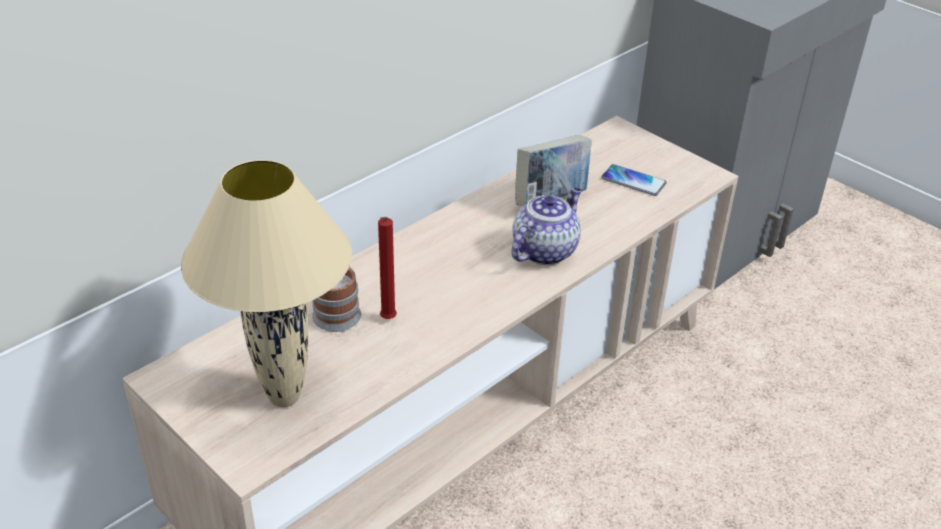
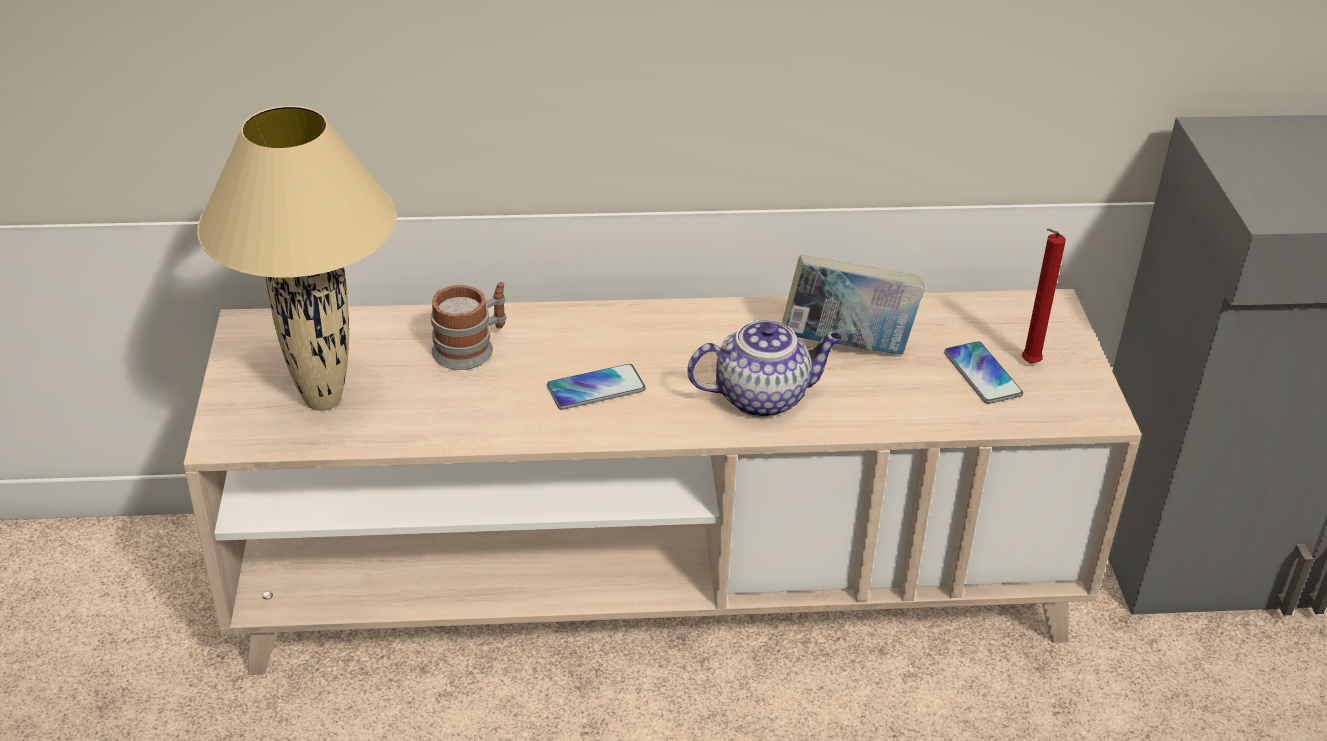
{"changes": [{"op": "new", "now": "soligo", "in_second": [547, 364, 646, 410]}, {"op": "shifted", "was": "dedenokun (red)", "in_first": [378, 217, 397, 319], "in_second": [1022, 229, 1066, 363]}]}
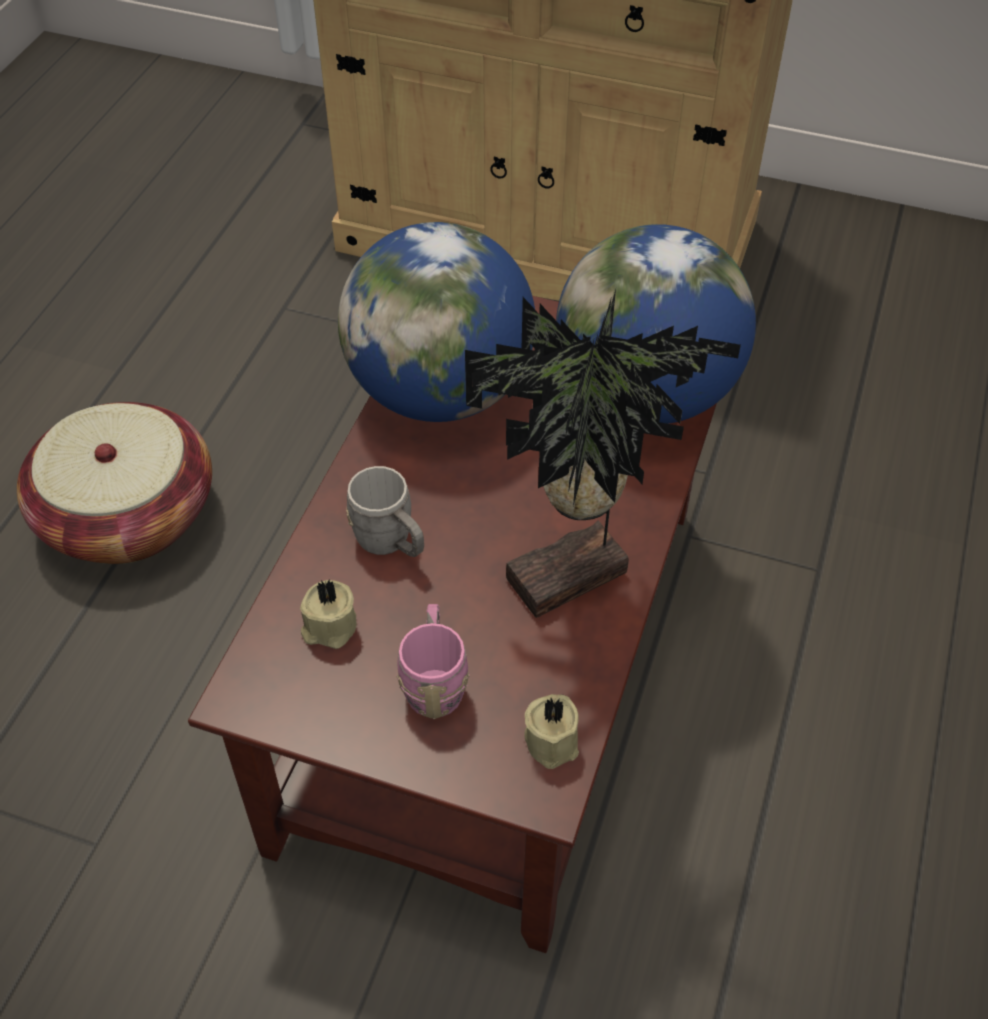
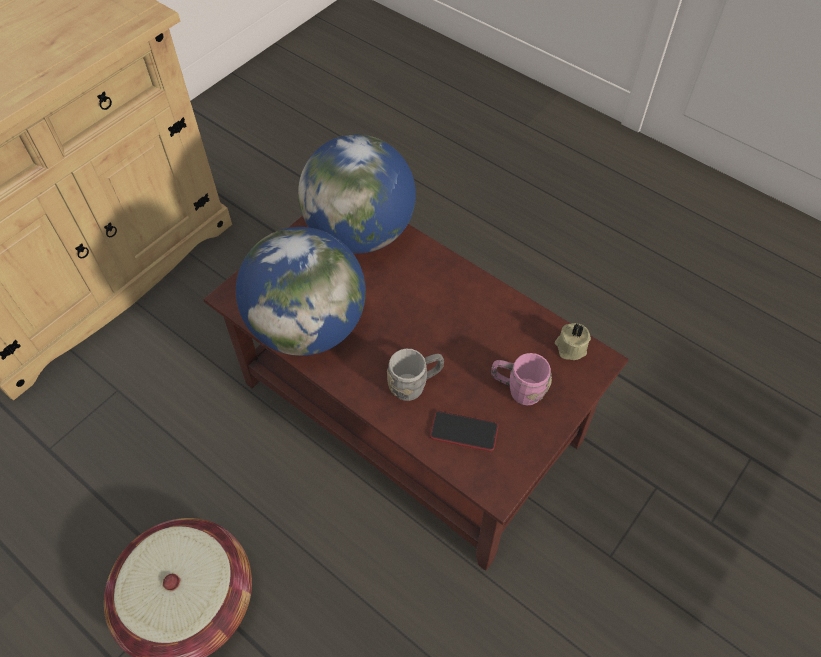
{"changes": [{"op": "swapped", "was": "dedenokun (beige)", "now": "soligo", "in_first": [300, 579, 357, 649], "in_second": [430, 411, 499, 451]}, {"op": "gone", "was": "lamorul", "in_first": [465, 289, 741, 618]}]}
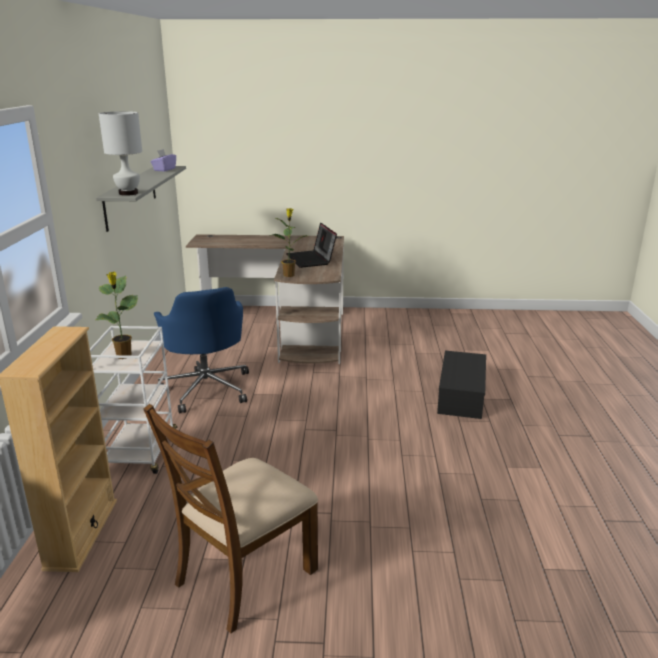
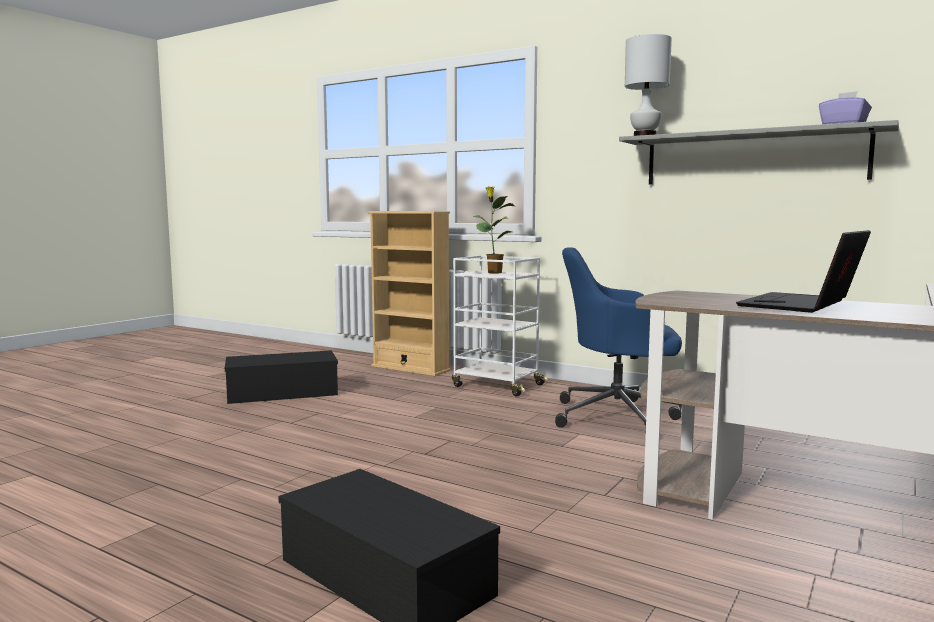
{"changes": [{"op": "swapped", "was": "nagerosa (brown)", "now": "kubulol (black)", "in_first": [143, 404, 318, 633], "in_second": [225, 350, 338, 404]}, {"op": "rotated", "was": "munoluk", "in_first": [286, 222, 337, 268], "in_second": [736, 230, 871, 313], "clockwise": -60}, {"op": "gone", "was": "lamorul", "in_first": [269, 208, 307, 277]}]}
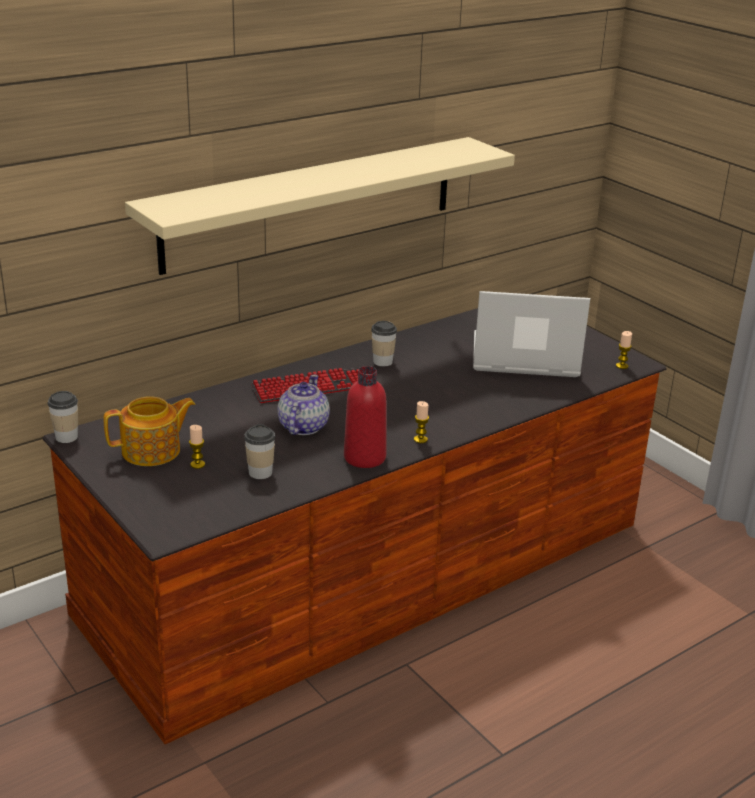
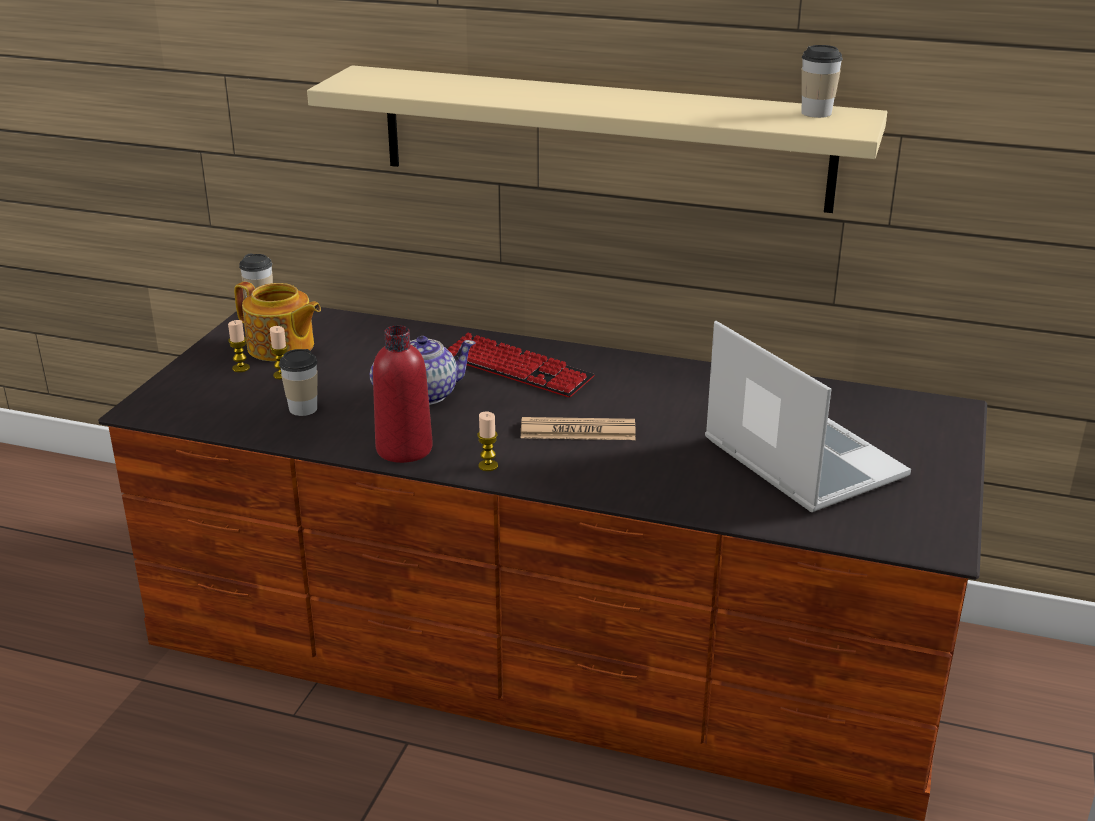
{"changes": [{"op": "shifted", "was": "dedenokun", "in_first": [616, 331, 632, 369], "in_second": [228, 320, 250, 372]}, {"op": "new", "now": "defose", "in_second": [521, 417, 636, 440]}, {"op": "shifted", "was": "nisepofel", "in_first": [371, 321, 397, 366], "in_second": [801, 45, 843, 118]}]}
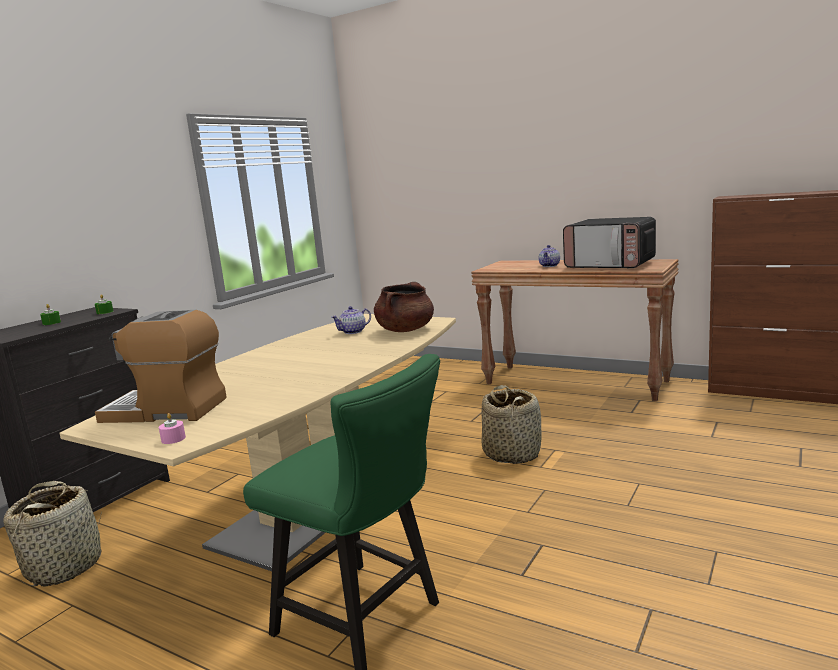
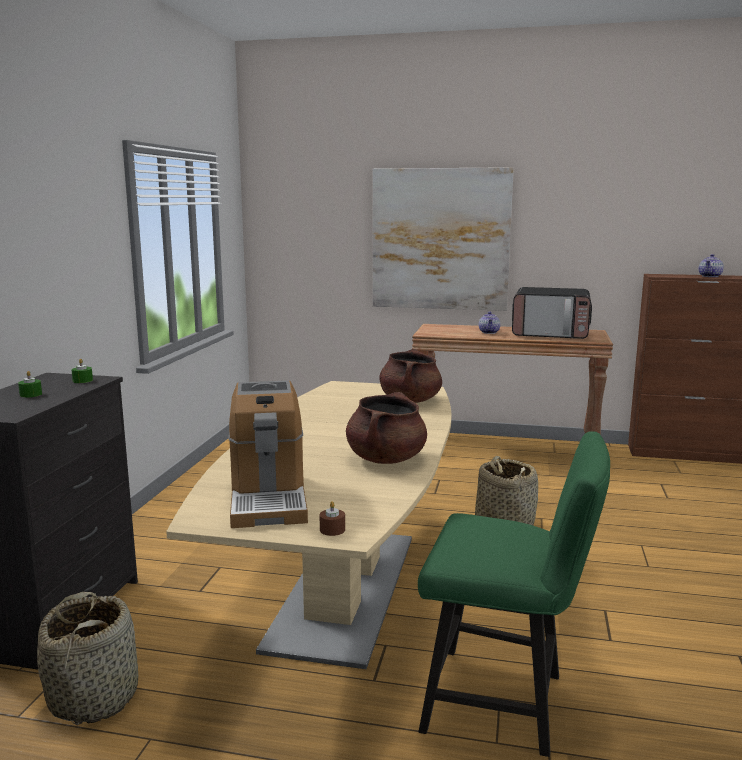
{"changes": [{"op": "rotated", "was": "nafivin", "in_first": [95, 310, 227, 423], "in_second": [228, 380, 308, 528], "clockwise": -90}, {"op": "repainted", "was": "dedenokun (pink)", "now": "dedenokun (brown)", "in_first": [159, 413, 186, 444], "in_second": [320, 501, 345, 536]}, {"op": "new", "now": "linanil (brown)", "in_second": [346, 392, 427, 464]}, {"op": "new", "now": "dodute", "in_second": [373, 167, 514, 311]}, {"op": "shifted", "was": "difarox", "in_first": [331, 306, 371, 334], "in_second": [699, 254, 724, 277]}]}
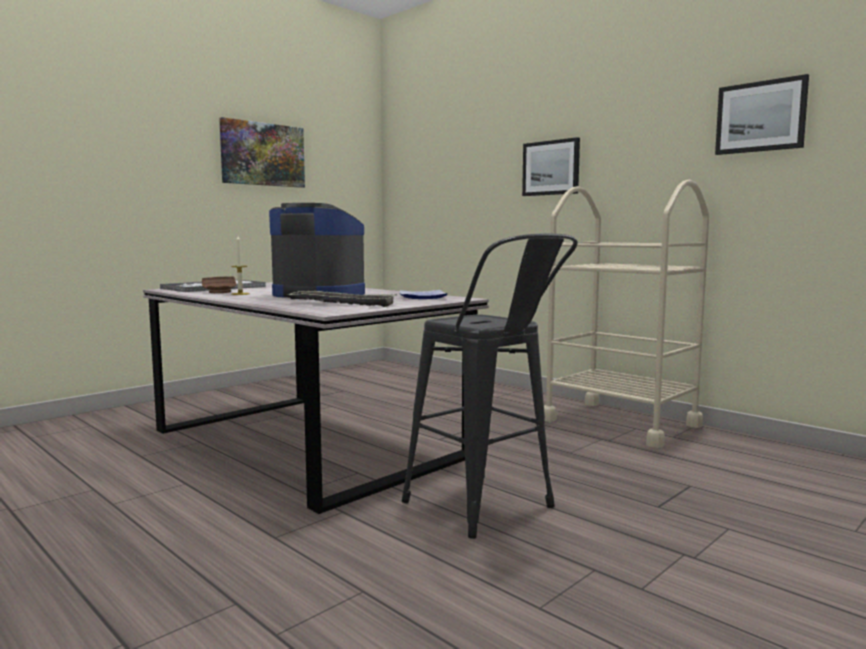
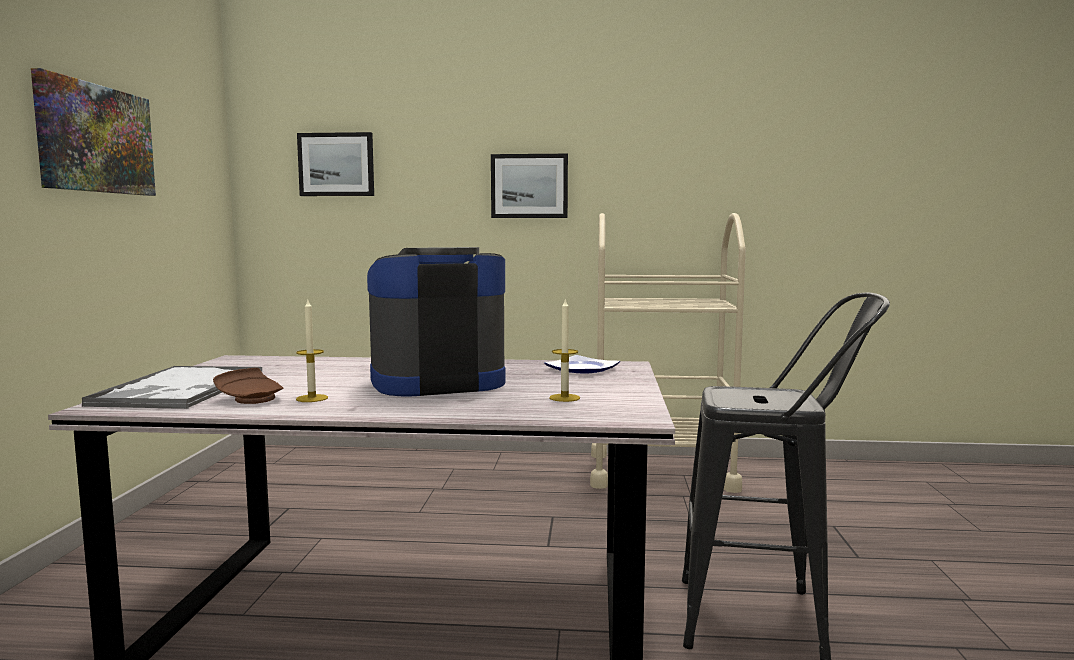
{"changes": [{"op": "shifted", "was": "dodute", "in_first": [715, 74, 809, 155], "in_second": [297, 132, 374, 196]}, {"op": "swapped", "was": "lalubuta", "now": "dedenokun", "in_first": [287, 291, 397, 307], "in_second": [549, 298, 580, 402]}]}
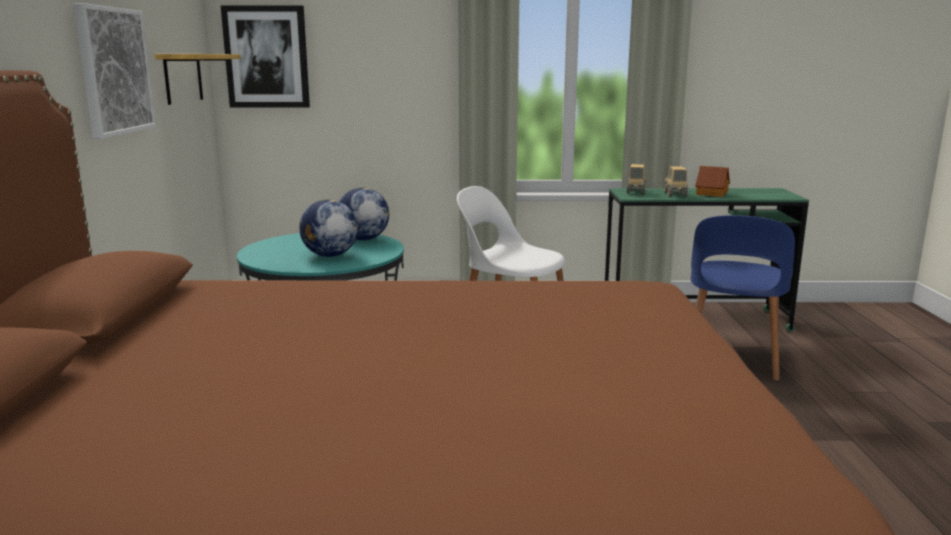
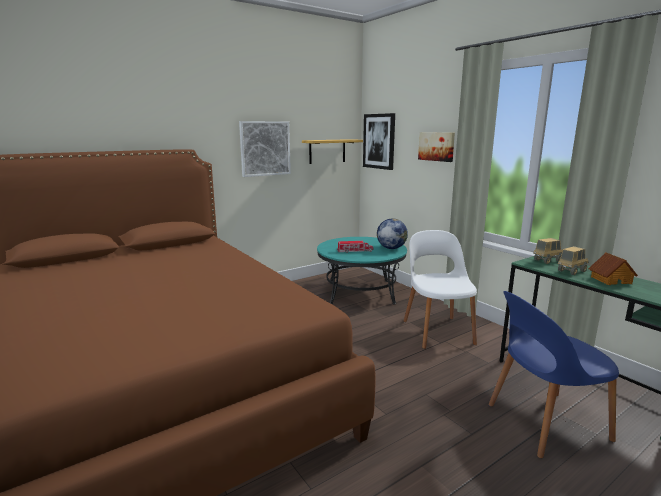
{"changes": [{"op": "swapped", "was": "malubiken", "now": "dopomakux", "in_first": [299, 199, 358, 257], "in_second": [337, 241, 373, 253]}, {"op": "new", "now": "dodute", "in_second": [418, 132, 455, 162]}]}
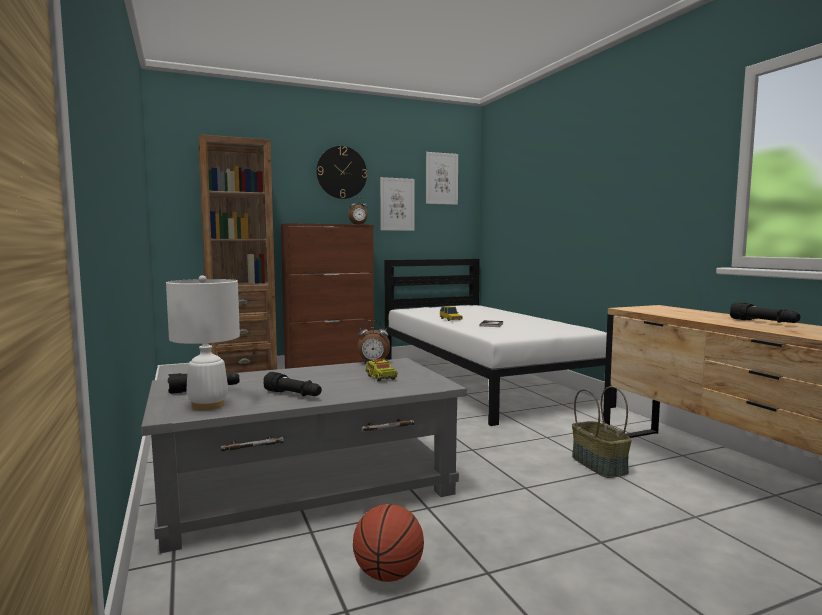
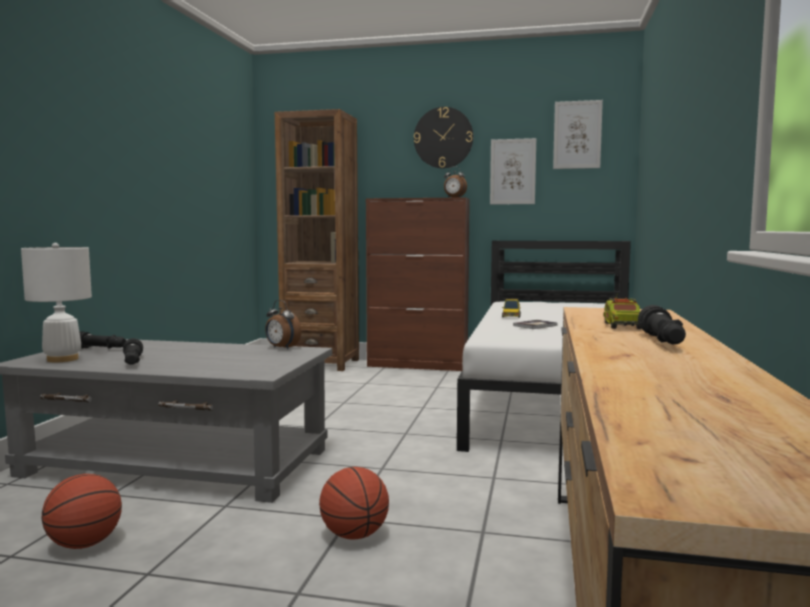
{"changes": [{"op": "new", "now": "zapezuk", "in_second": [319, 467, 389, 540]}, {"op": "shifted", "was": "dopomakux", "in_first": [366, 358, 398, 382], "in_second": [603, 298, 641, 329]}, {"op": "gone", "was": "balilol", "in_first": [572, 386, 632, 478]}]}
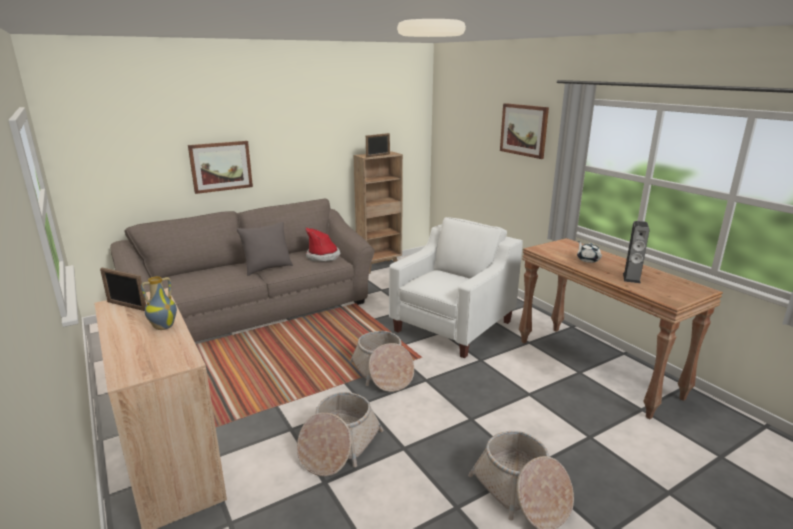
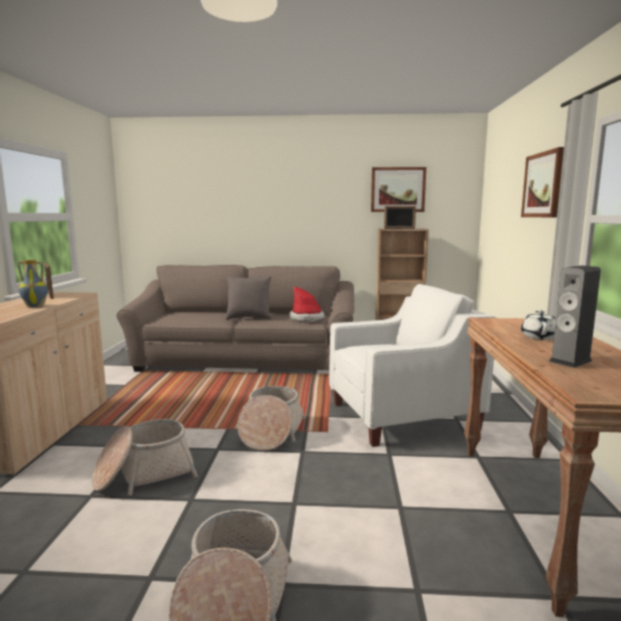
{"changes": [{"op": "shifted", "was": "dodute", "in_first": [188, 141, 253, 194], "in_second": [371, 167, 426, 212]}]}
